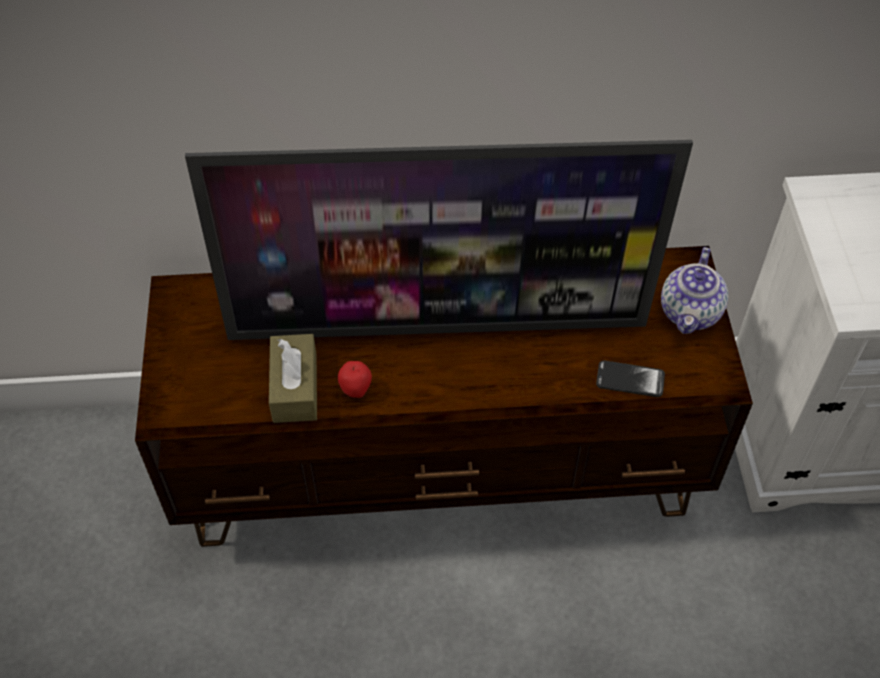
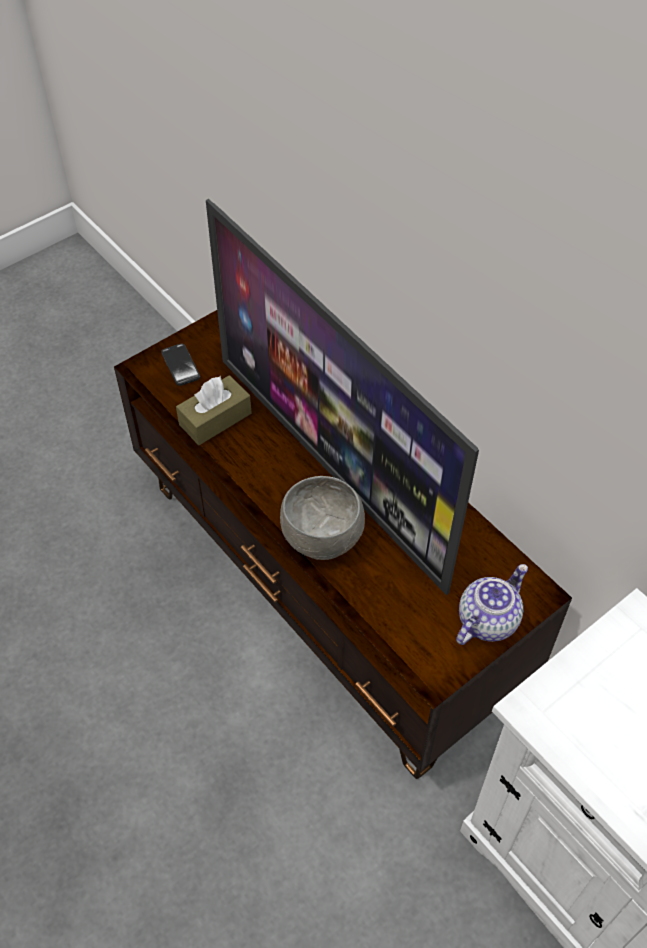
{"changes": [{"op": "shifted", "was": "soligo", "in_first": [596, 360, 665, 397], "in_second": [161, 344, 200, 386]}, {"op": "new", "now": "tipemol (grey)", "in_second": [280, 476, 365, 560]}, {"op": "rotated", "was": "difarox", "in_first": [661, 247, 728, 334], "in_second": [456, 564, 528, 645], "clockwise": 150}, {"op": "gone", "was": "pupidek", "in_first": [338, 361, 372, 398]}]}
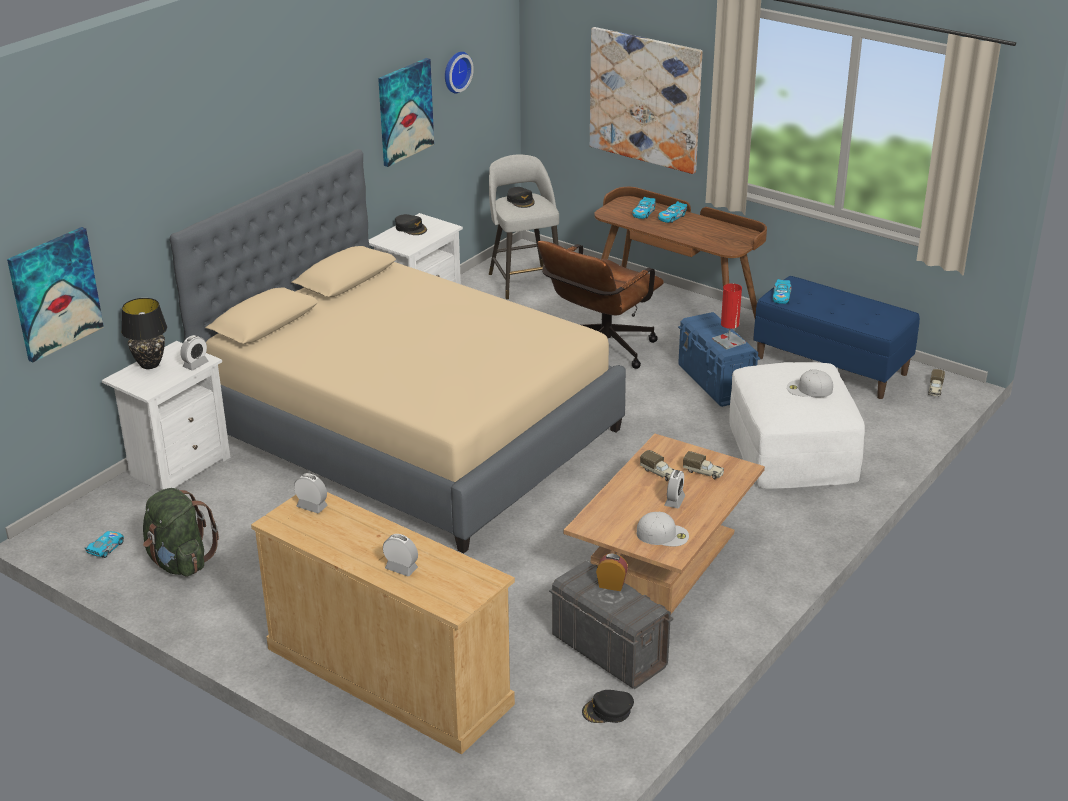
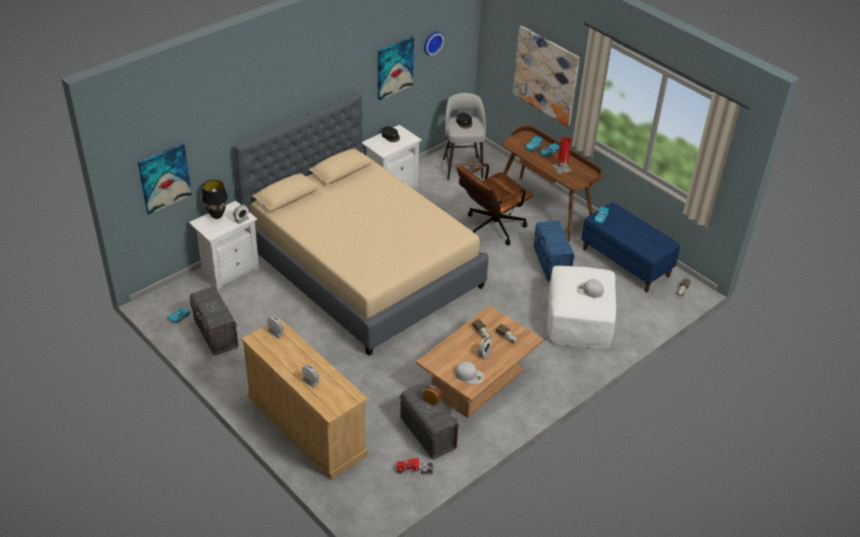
{"changes": [{"op": "swapped", "was": "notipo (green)", "now": "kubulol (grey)", "in_first": [143, 488, 219, 576], "in_second": [189, 287, 238, 355]}, {"op": "swapped", "was": "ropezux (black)", "now": "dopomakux", "in_first": [582, 690, 634, 723], "in_second": [396, 457, 434, 474]}, {"op": "shifted", "was": "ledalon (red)", "in_first": [712, 283, 746, 350], "in_second": [553, 137, 571, 174]}]}
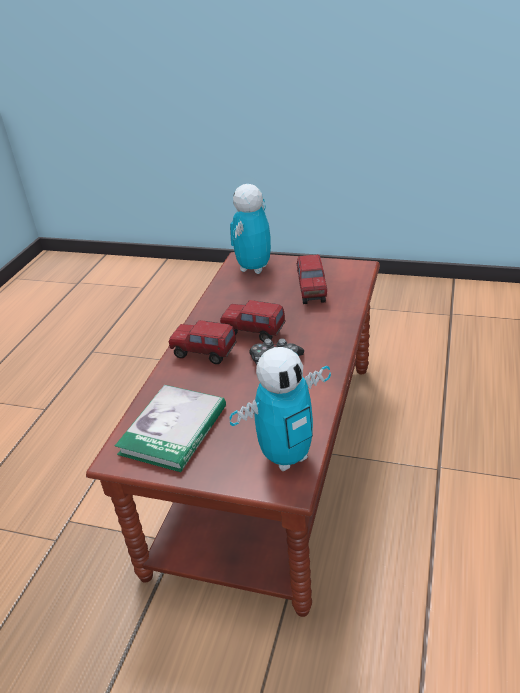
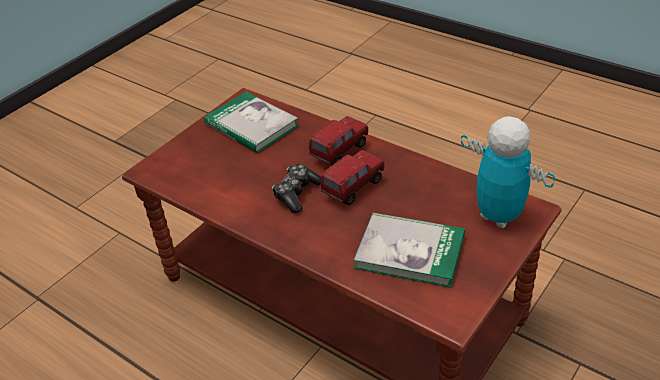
{"changes": [{"op": "swapped", "was": "dopomakux", "now": "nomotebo", "in_first": [297, 254, 327, 304], "in_second": [354, 213, 465, 288]}, {"op": "gone", "was": "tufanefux", "in_first": [230, 347, 331, 471]}]}
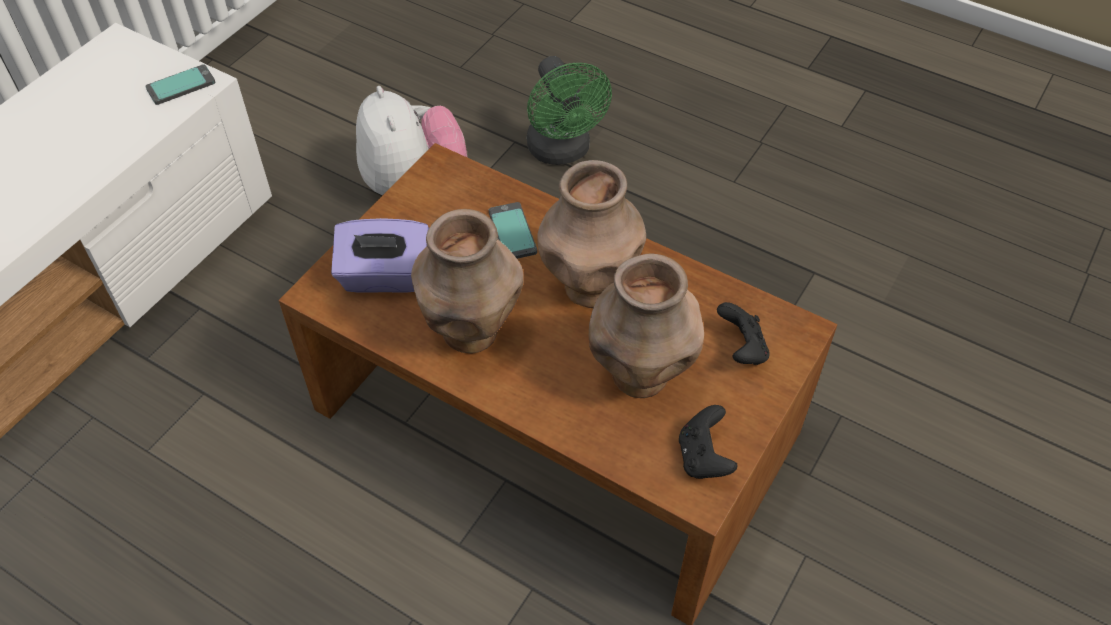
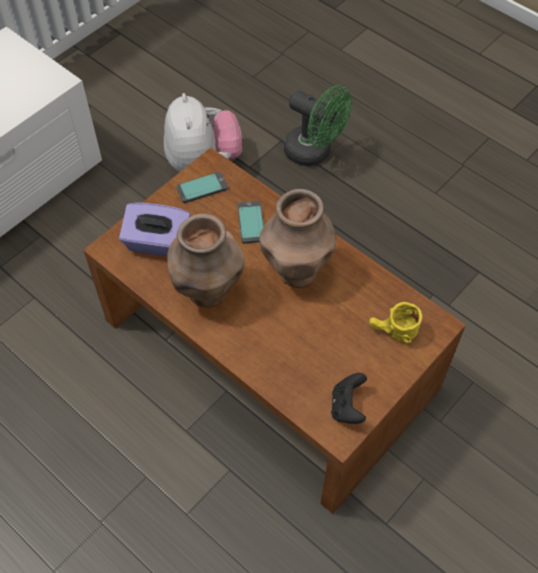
{"changes": [{"op": "shifted", "was": "soligo", "in_first": [145, 64, 215, 105], "in_second": [176, 172, 228, 203]}, {"op": "rotated", "was": "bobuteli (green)", "in_first": [527, 56, 612, 165], "in_second": [284, 85, 351, 166], "clockwise": -45}, {"op": "swapped", "was": "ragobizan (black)", "now": "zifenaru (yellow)", "in_first": [717, 302, 770, 365], "in_second": [369, 302, 422, 343]}, {"op": "gone", "was": "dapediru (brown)", "in_first": [589, 254, 704, 398]}]}
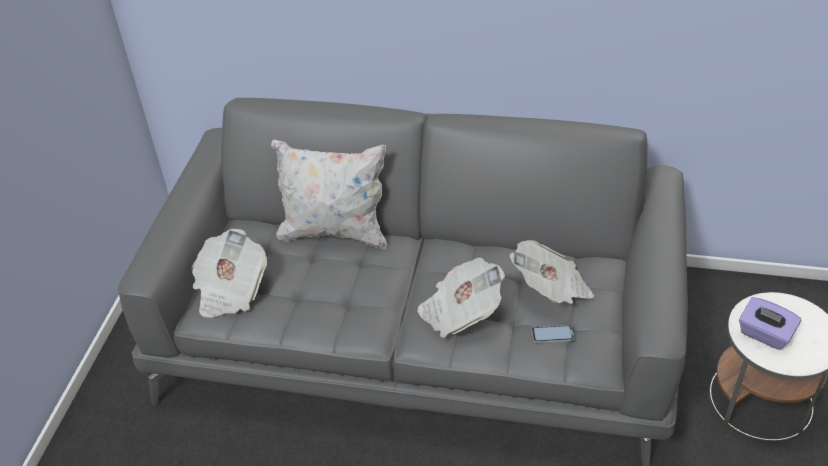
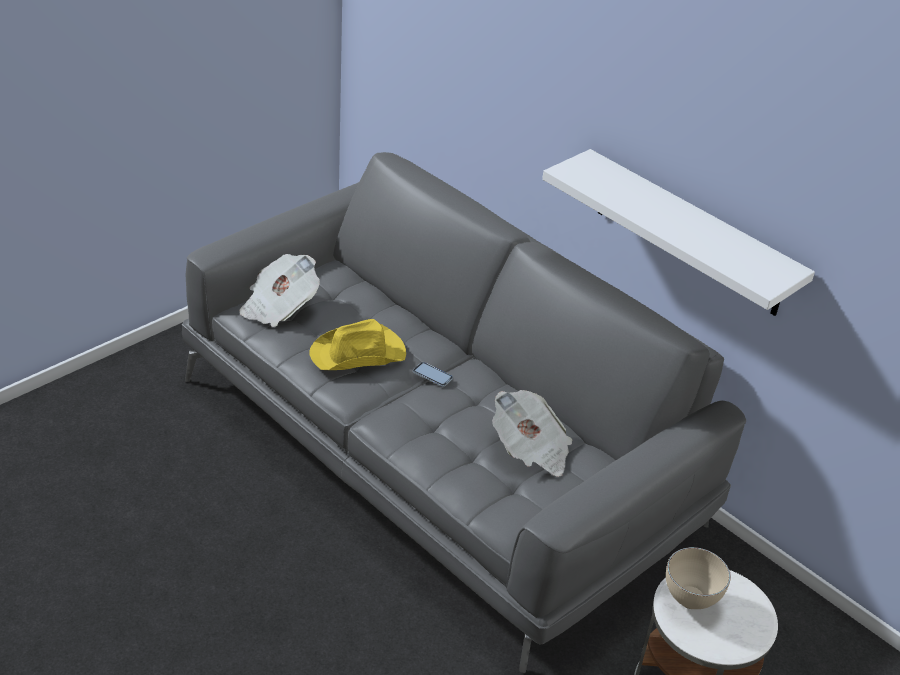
{"changes": [{"op": "new", "now": "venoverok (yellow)", "in_second": [309, 319, 406, 370]}, {"op": "shifted", "was": "soligo", "in_first": [532, 325, 574, 343], "in_second": [413, 362, 453, 387]}, {"op": "new", "now": "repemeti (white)", "in_second": [542, 149, 815, 316]}, {"op": "swapped", "was": "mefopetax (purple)", "now": "tipemol (beige)", "in_first": [739, 297, 802, 350], "in_second": [666, 547, 731, 609]}, {"op": "gone", "was": "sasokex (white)", "in_first": [271, 139, 387, 249]}, {"op": "gone", "was": "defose", "in_first": [418, 258, 505, 338]}]}
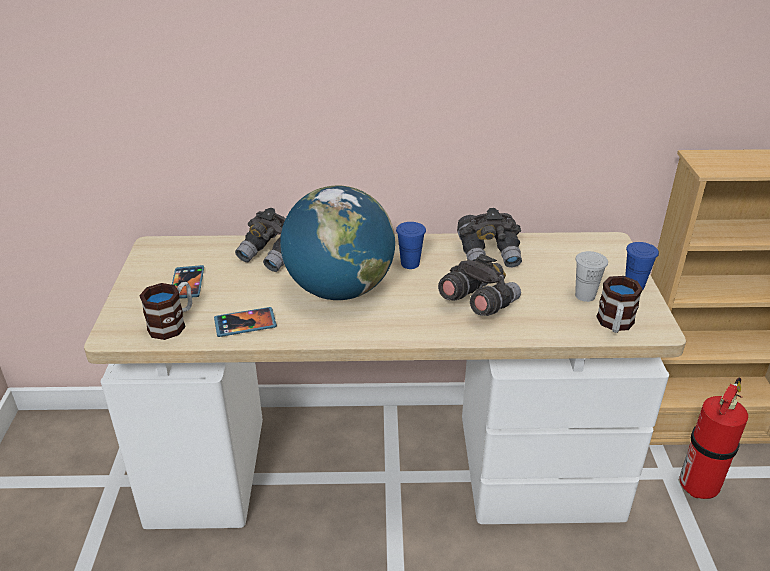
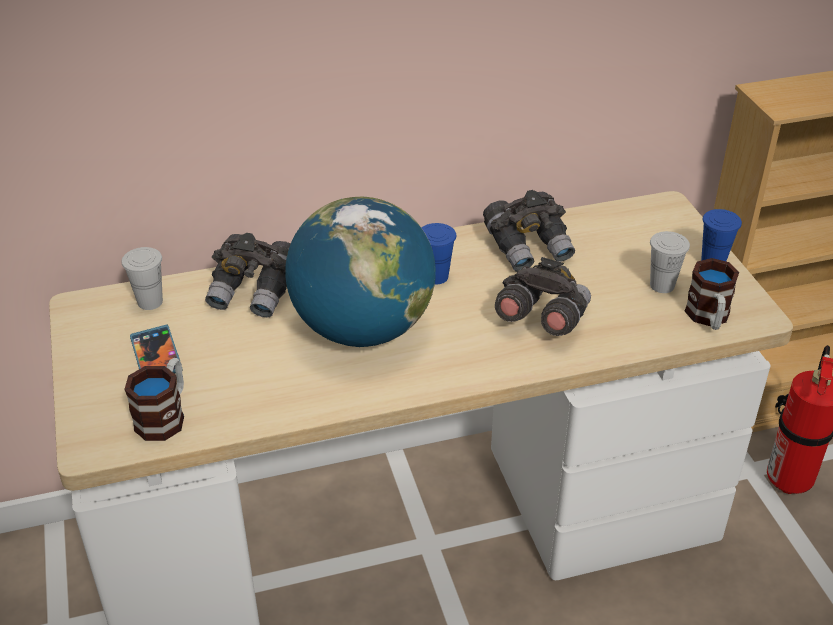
{"changes": [{"op": "new", "now": "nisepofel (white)", "in_second": [122, 247, 163, 310]}, {"op": "gone", "was": "soligo", "in_first": [214, 307, 277, 337]}]}
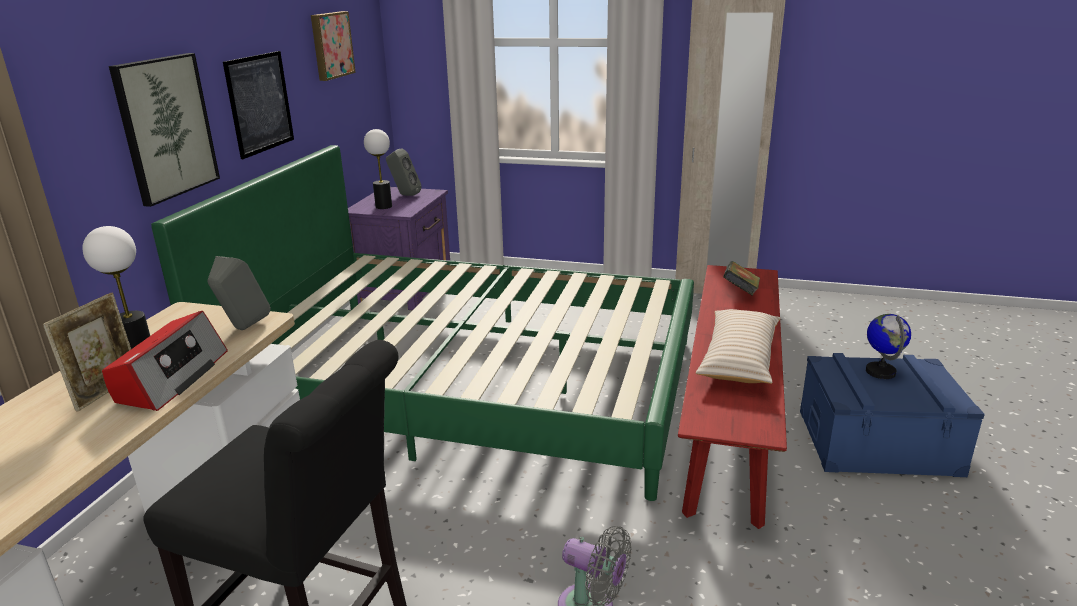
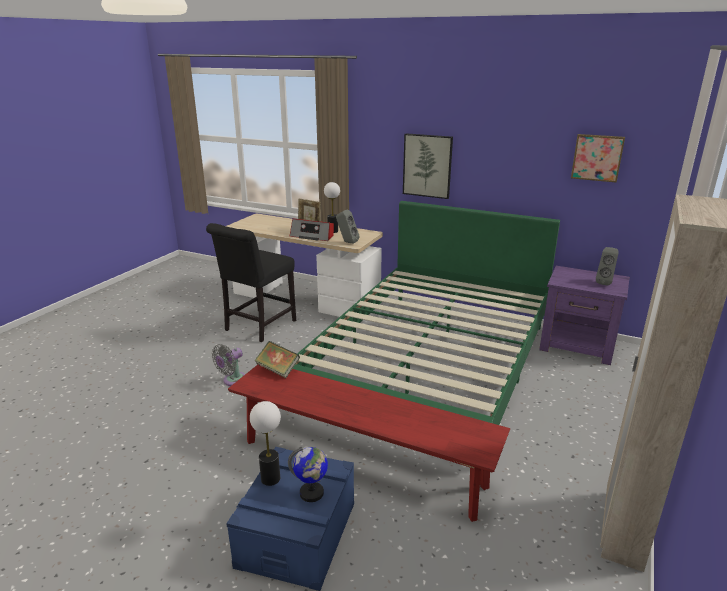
{"changes": [{"op": "shifted", "was": "ledalon", "in_first": [364, 129, 392, 209], "in_second": [250, 401, 281, 486]}, {"op": "shifted", "was": "nomotebo", "in_first": [723, 261, 760, 296], "in_second": [255, 341, 300, 378]}, {"op": "gone", "was": "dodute", "in_first": [223, 51, 294, 159]}, {"op": "gone", "was": "sasokex (beige)", "in_first": [696, 309, 780, 384]}]}
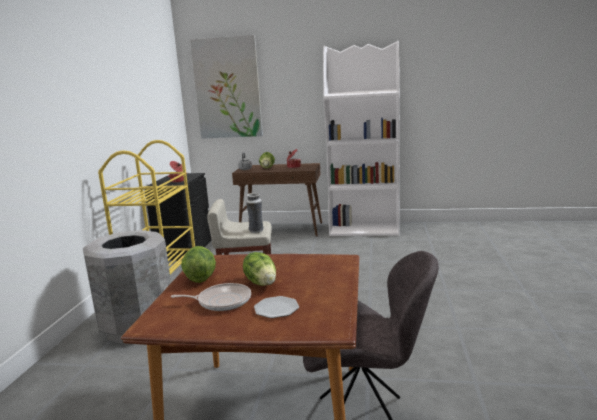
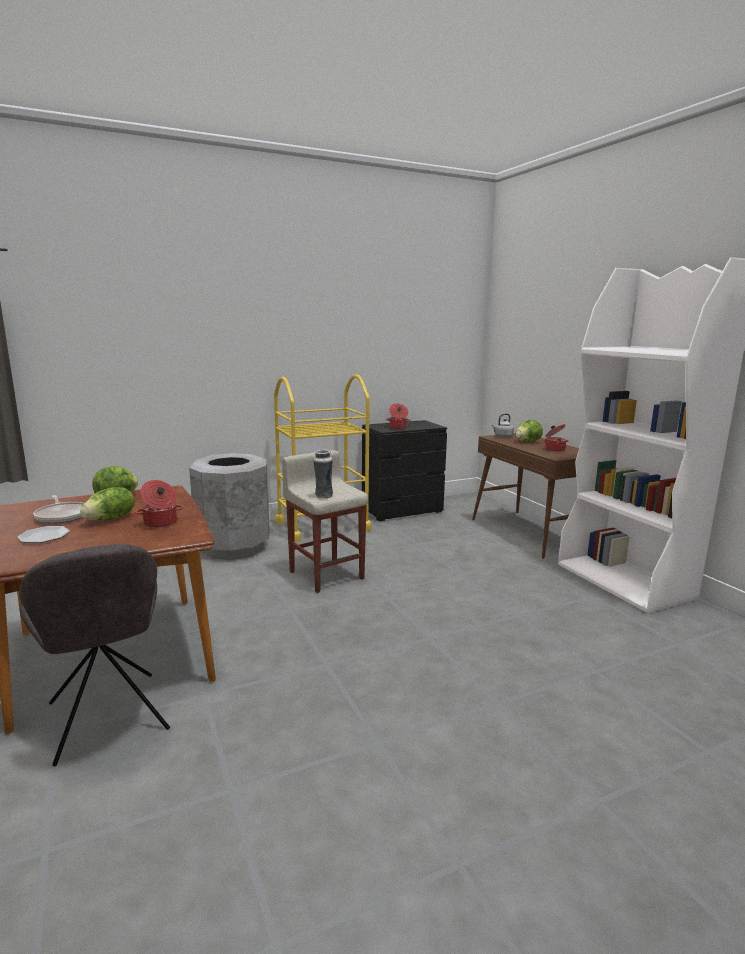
{"changes": [{"op": "new", "now": "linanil", "in_second": [135, 480, 183, 528]}, {"op": "gone", "was": "dodute", "in_first": [190, 35, 263, 139]}]}
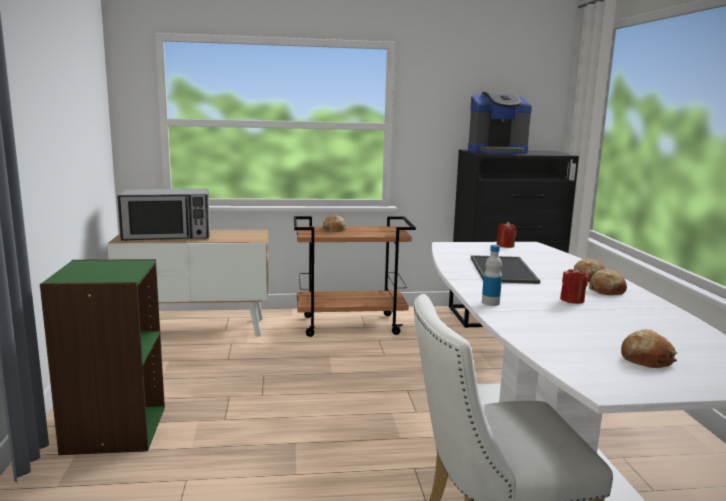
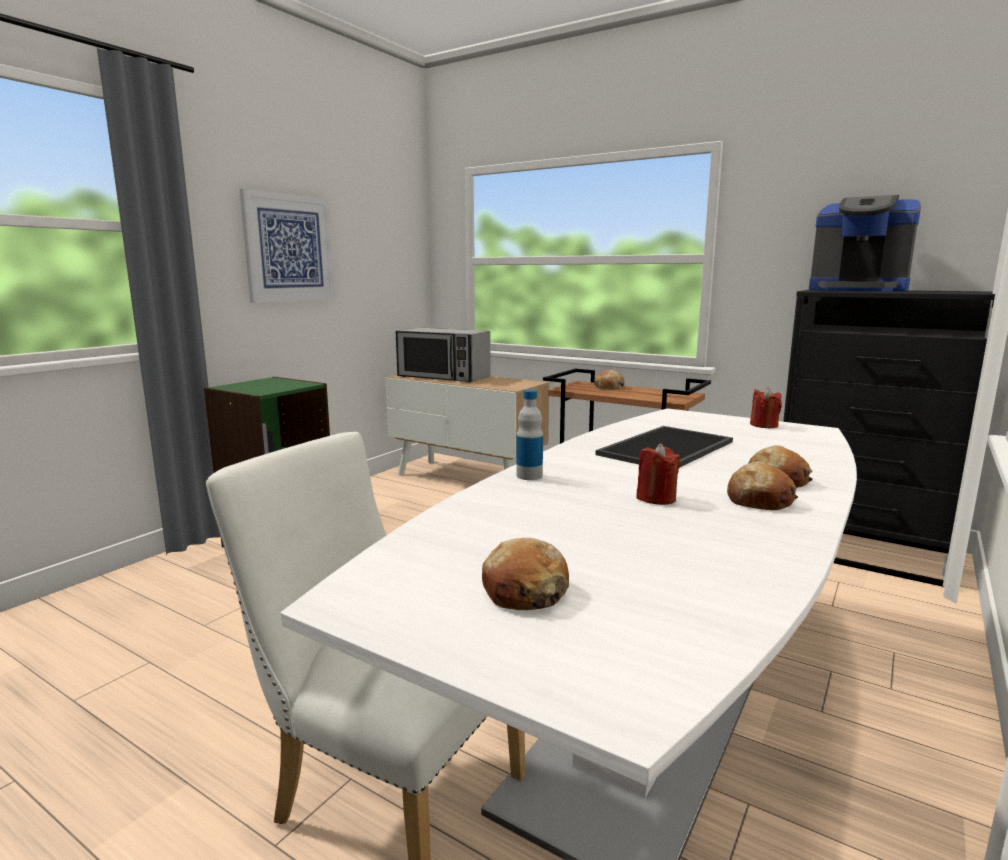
{"changes": [{"op": "new", "now": "dodute", "in_second": [240, 189, 335, 303]}]}
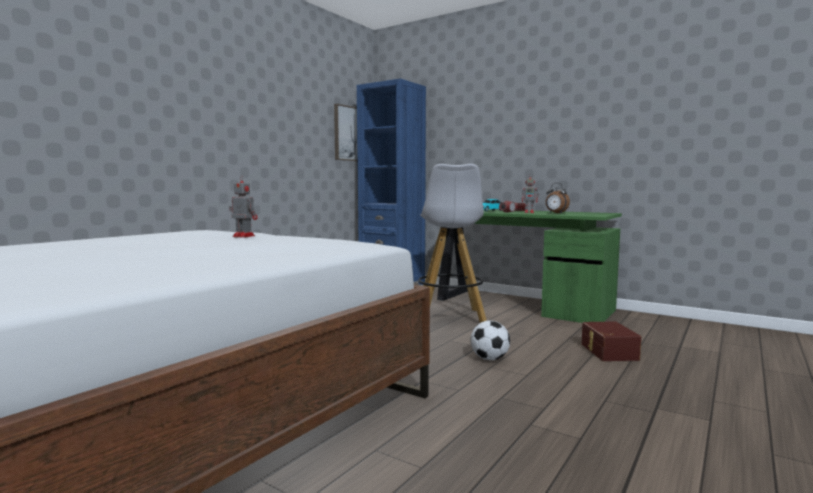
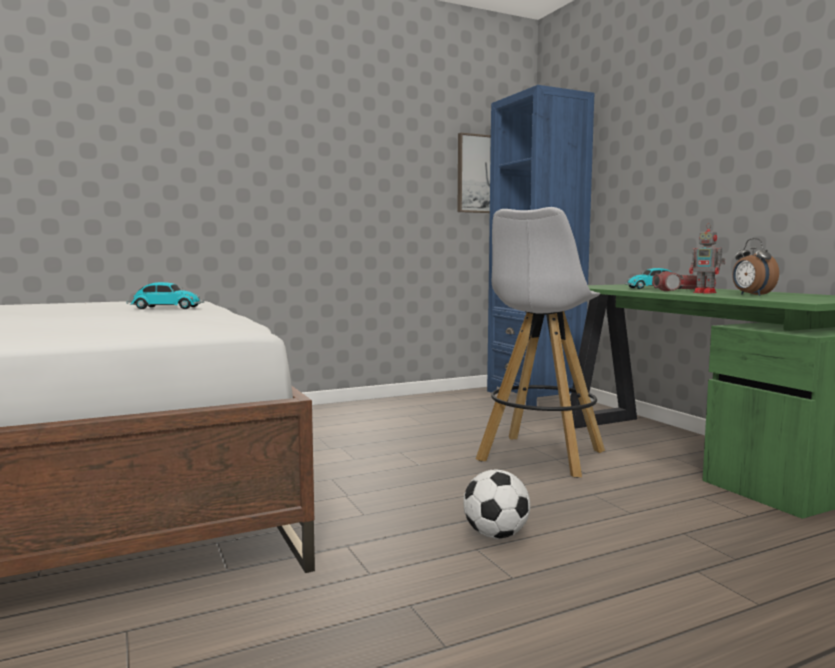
{"changes": [{"op": "swapped", "was": "tufanefux", "now": "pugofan", "in_first": [229, 175, 258, 238], "in_second": [126, 282, 204, 309]}, {"op": "gone", "was": "kubulol (brown)", "in_first": [582, 322, 641, 361]}]}
